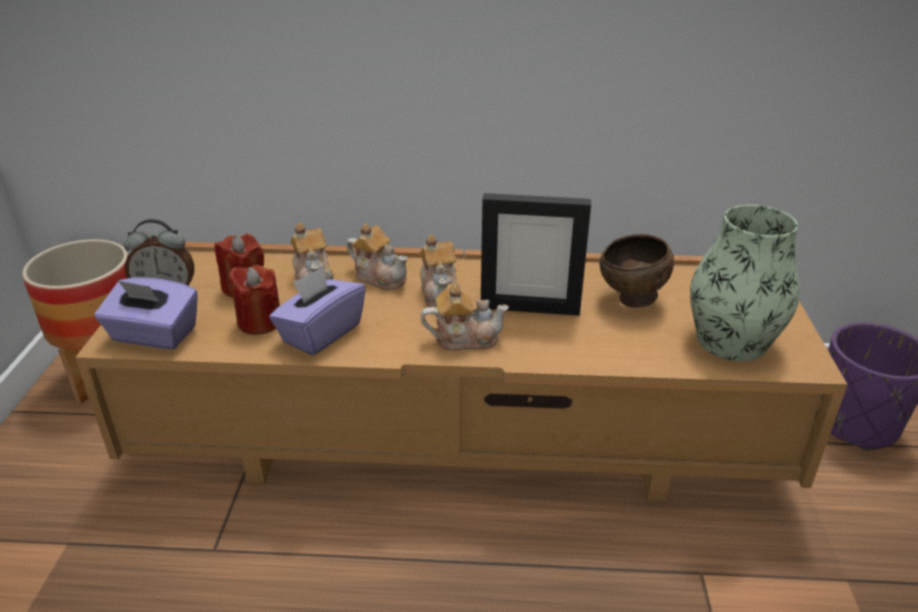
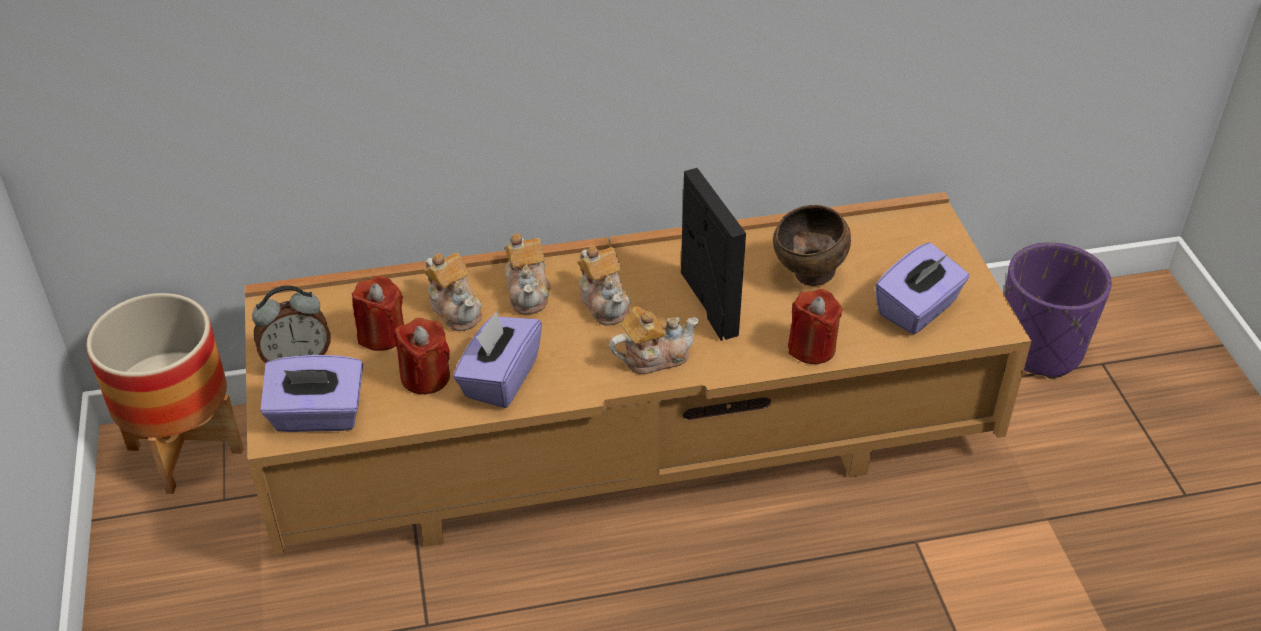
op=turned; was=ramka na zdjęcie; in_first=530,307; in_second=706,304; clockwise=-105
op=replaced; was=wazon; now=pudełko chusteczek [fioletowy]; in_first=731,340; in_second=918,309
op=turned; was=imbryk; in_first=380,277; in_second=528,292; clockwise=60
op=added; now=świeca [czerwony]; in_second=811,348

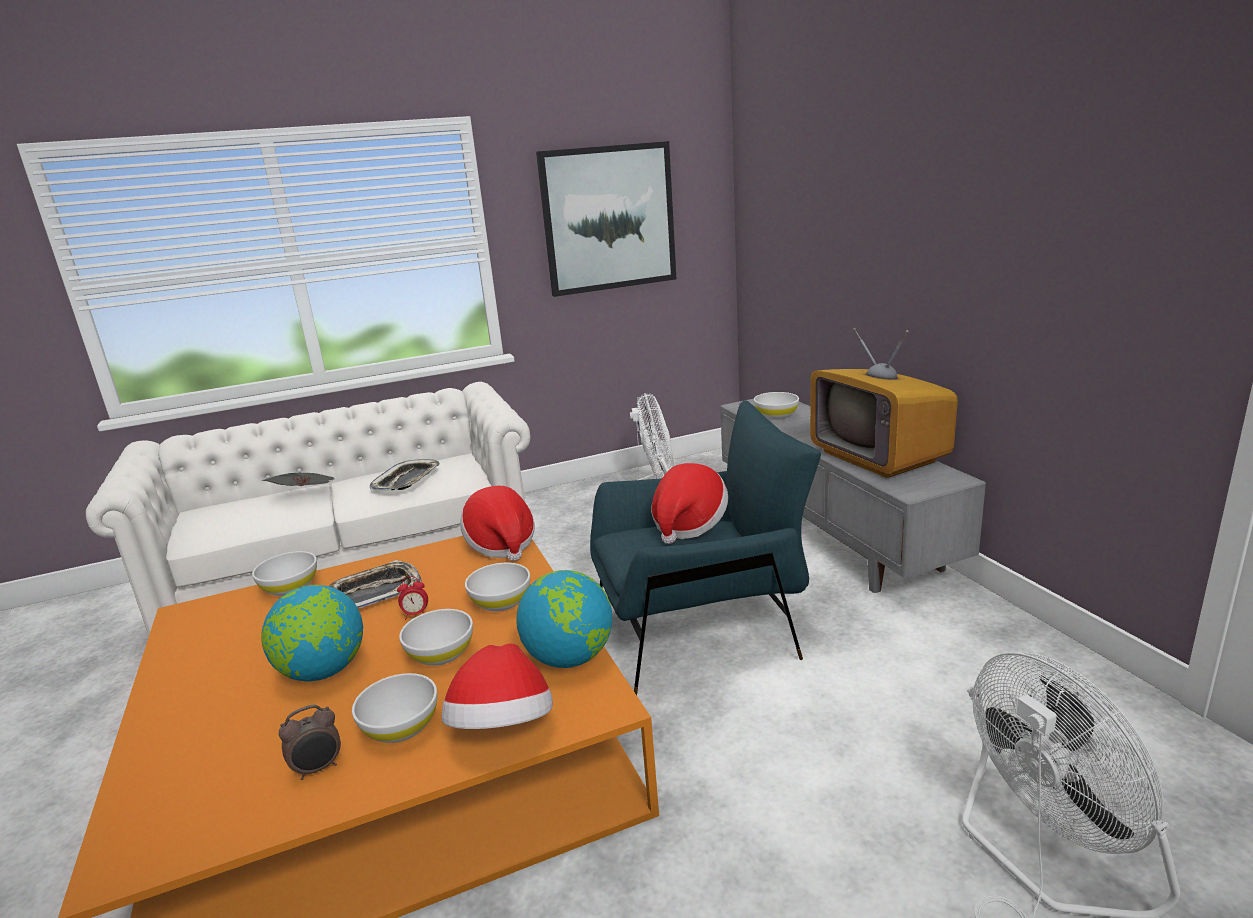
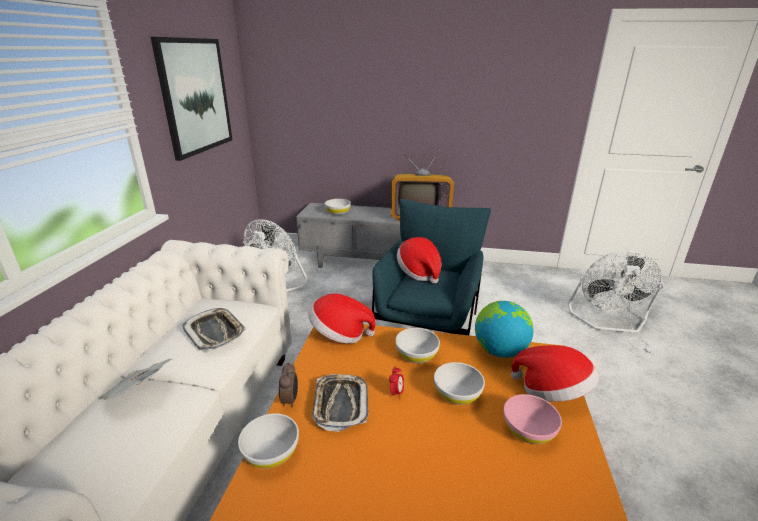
op=removed; was=globus; in_first=323,671
op=recoloured; was=miska [biały]; now=miska [różowy]; in_first=401,726; in_second=528,430
op=moved; was=budzik; in_first=318,769; in_second=290,400

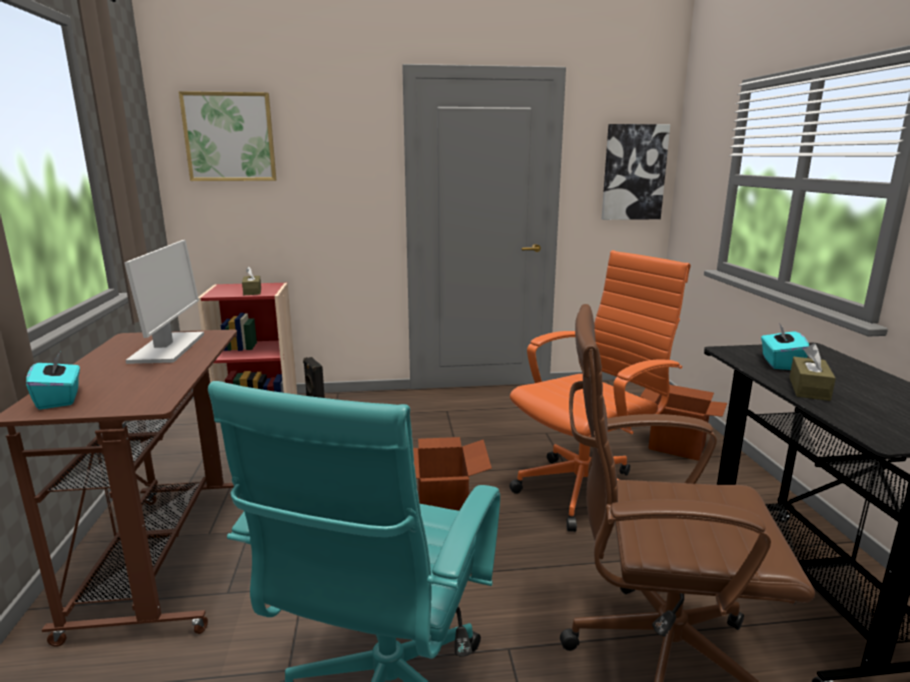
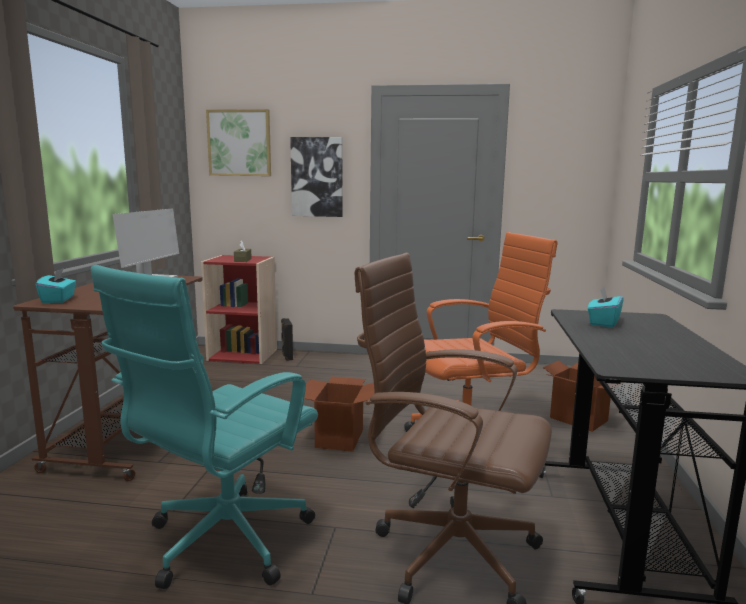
op=moved; was=obraz; in_first=633,172; in_second=317,177
op=removed; was=pudełko chusteczek [brązowy]; in_first=809,389

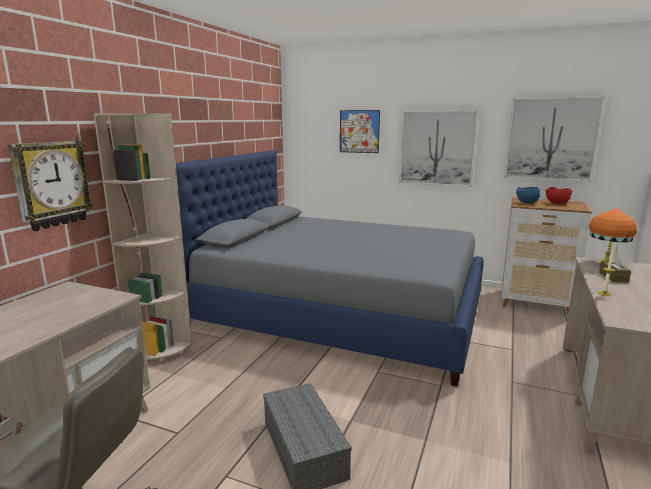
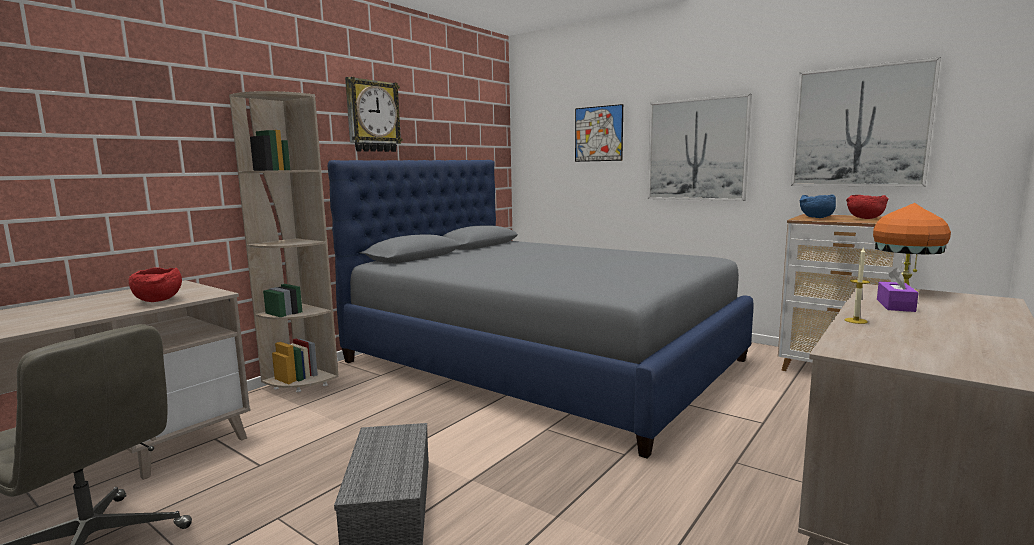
op=moved; was=zegar ścienny; in_first=51,184; in_second=372,116
op=recoloured; was=pudełko chusteczek [brązowy]; now=pudełko chusteczek [fioletowy]; in_first=613,277; in_second=895,305
op=added; now=miska [czerwony]; in_second=159,301

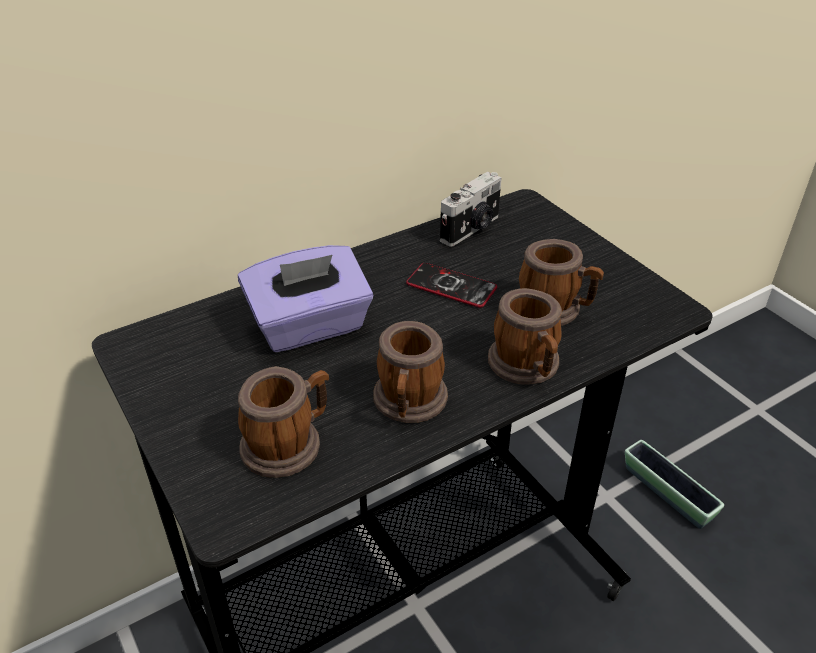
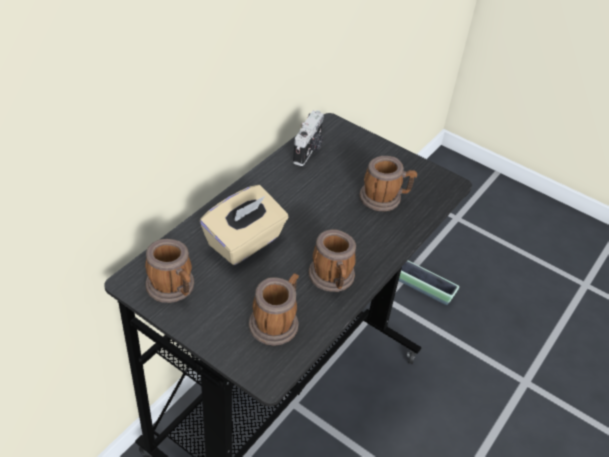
op=recoloured; was=pudełko chusteczek [fioletowy]; now=pudełko chusteczek [beżowy]; in_first=310,327; in_second=245,242
op=removed; was=telefon; in_first=451,286
op=moved; was=kubek; in_first=527,367; in_second=173,288

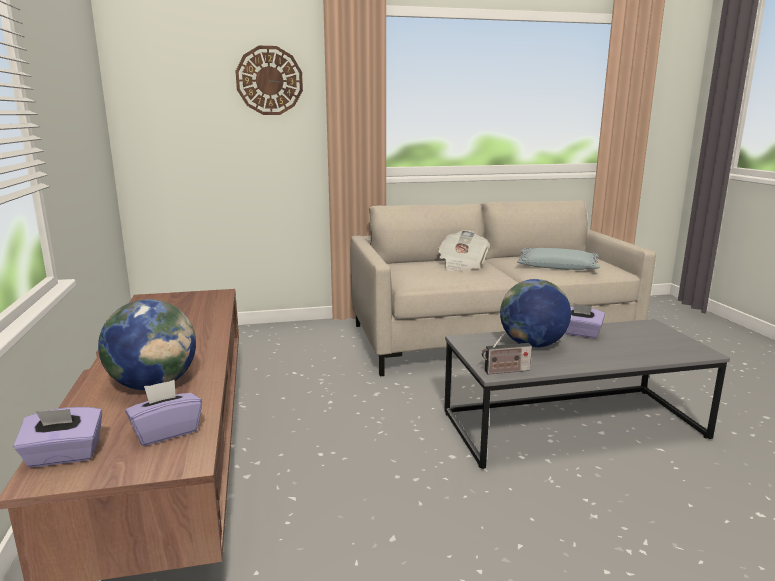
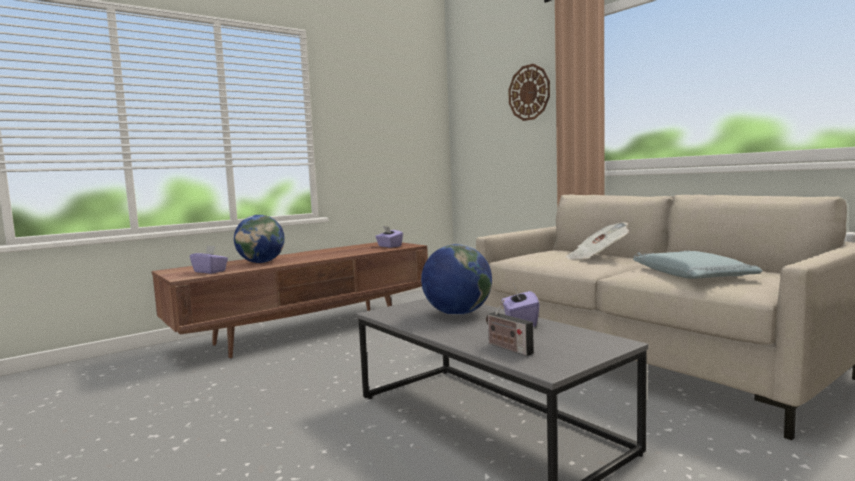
op=moved; was=radio; in_first=505,371; in_second=507,348
op=moved; was=pudełko chusteczek [fioletowy]; in_first=64,456; in_second=389,246

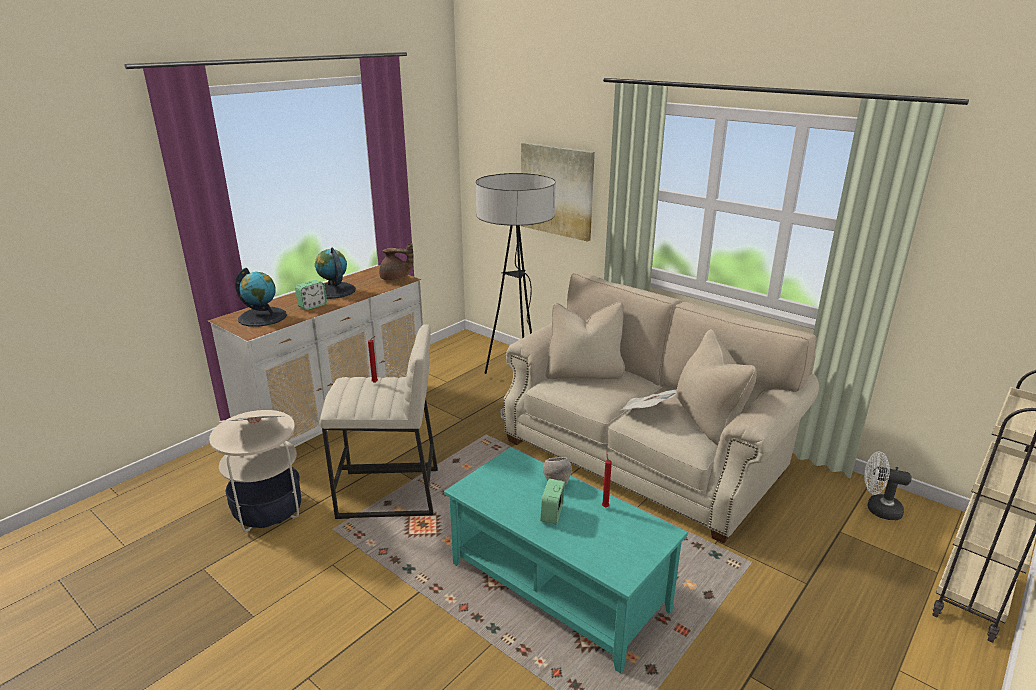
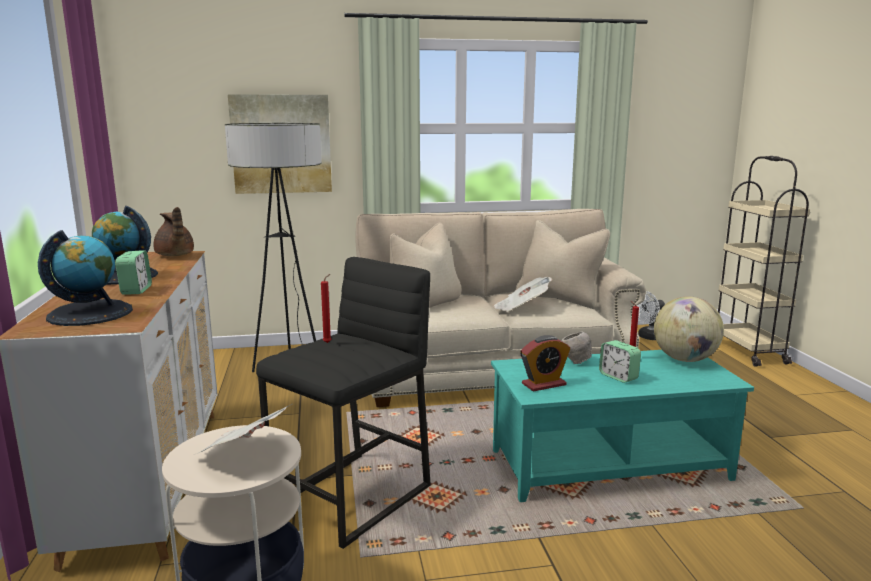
op=turned; was=imbryk [brązowy]; in_first=395,279; in_second=174,255; clockwise=105
op=recoloured; was=stołek [beżowy]; now=stołek [czarny]; in_first=389,493; in_second=352,496
op=added; now=globus; in_second=685,359
op=added; now=budzik; in_second=544,384

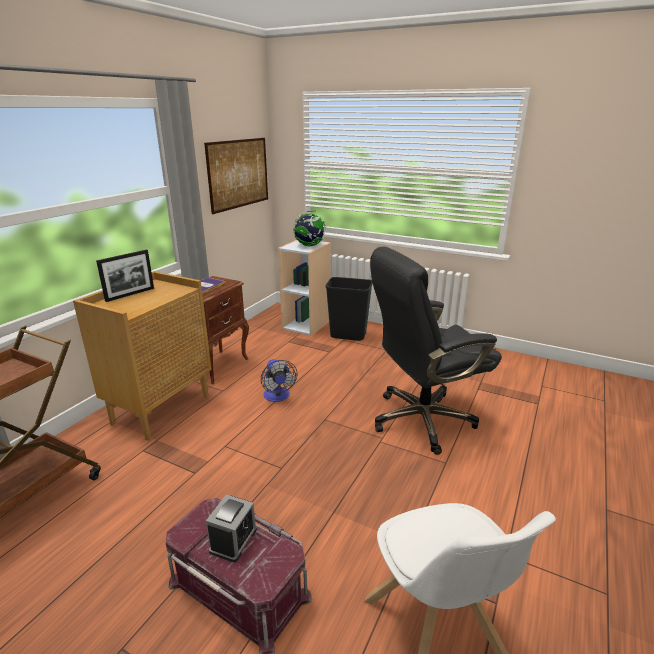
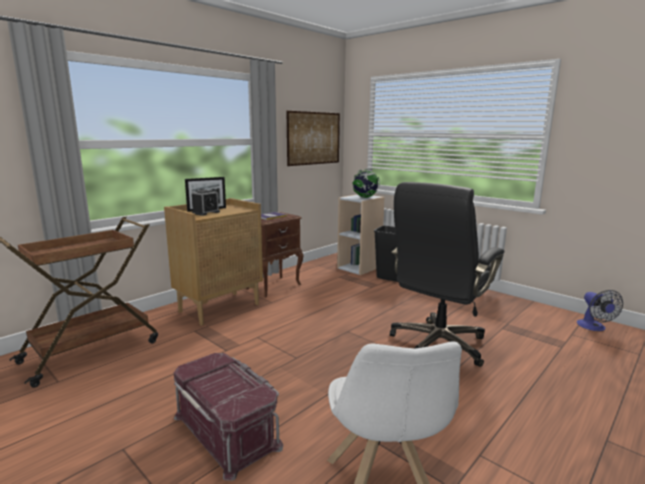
op=turned; was=krzesło biurowe [czarny]; in_first=424,419; in_second=439,343; clockwise=-45
op=moved; was=wentylator; in_first=278,397; in_second=594,327
op=moved; was=budzik; in_first=233,540; in_second=206,212

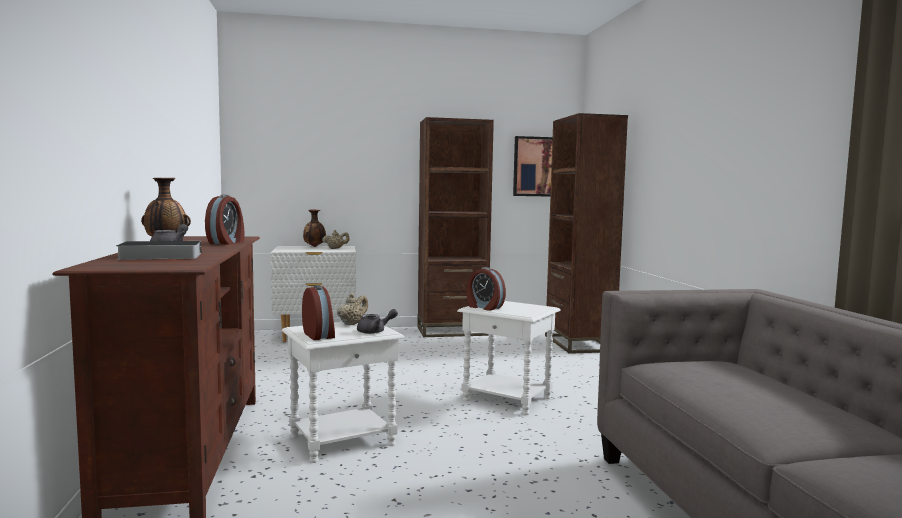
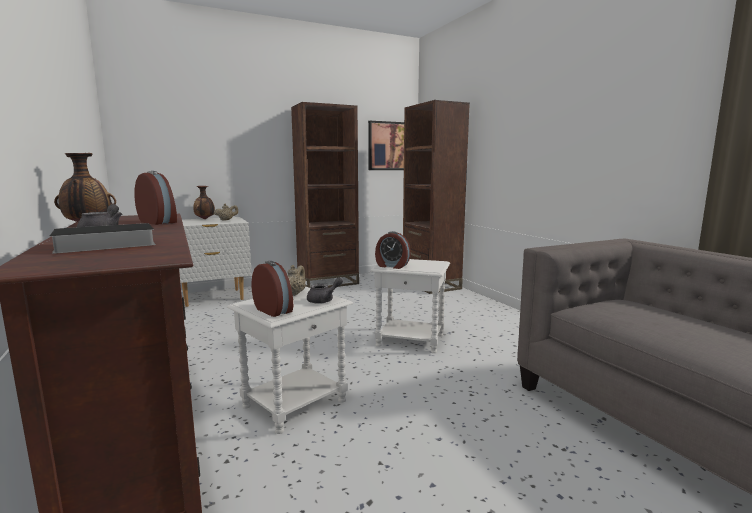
op=turned; was=budzik; in_first=227,242; in_second=158,222; clockwise=-45

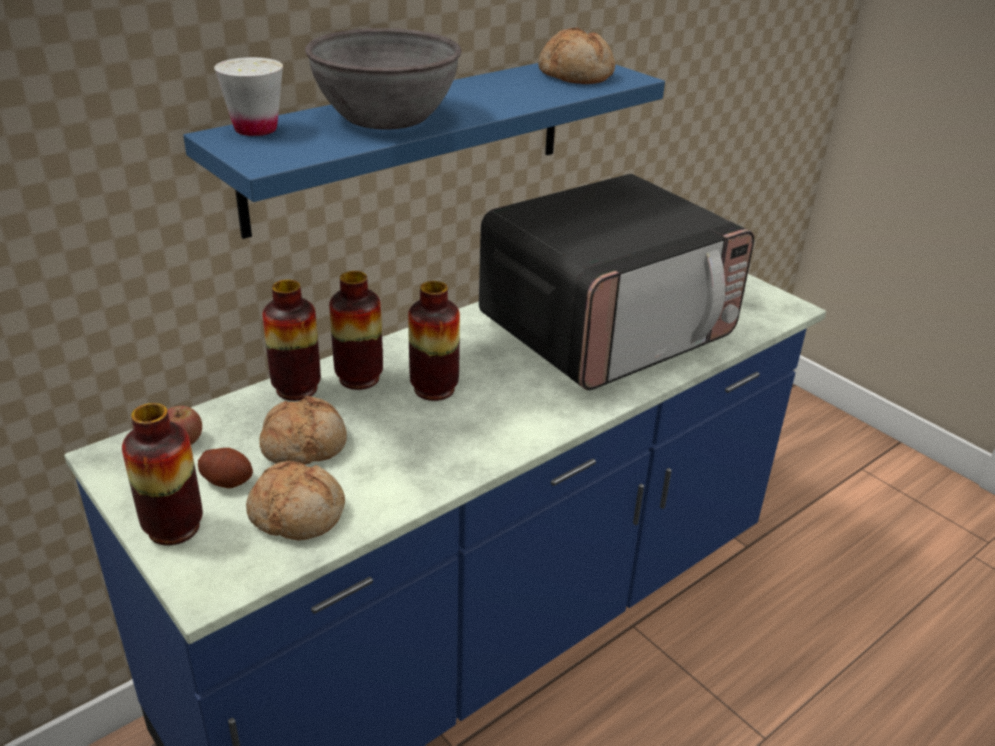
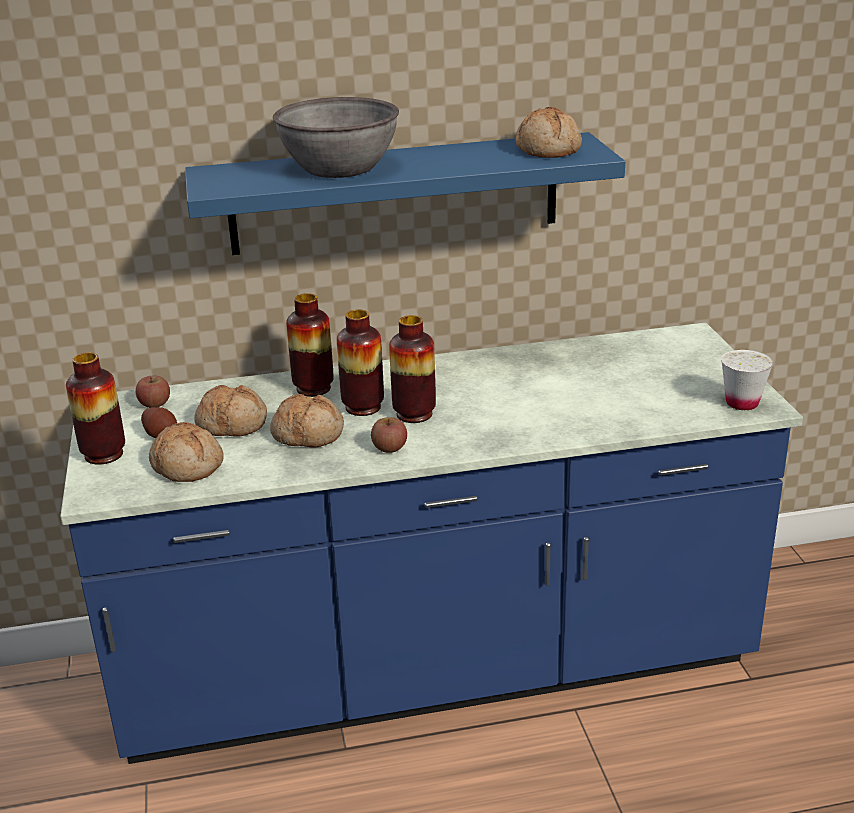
op=moved; was=filiżanka [biały]; in_first=256,129; in_second=742,403
op=removed; was=mikrofalówka; in_first=607,329
op=moved; was=wazon; in_first=296,389; in_second=414,414
op=added; now=chleb; in_second=309,434
op=added; now=jabłko; in_second=389,448

